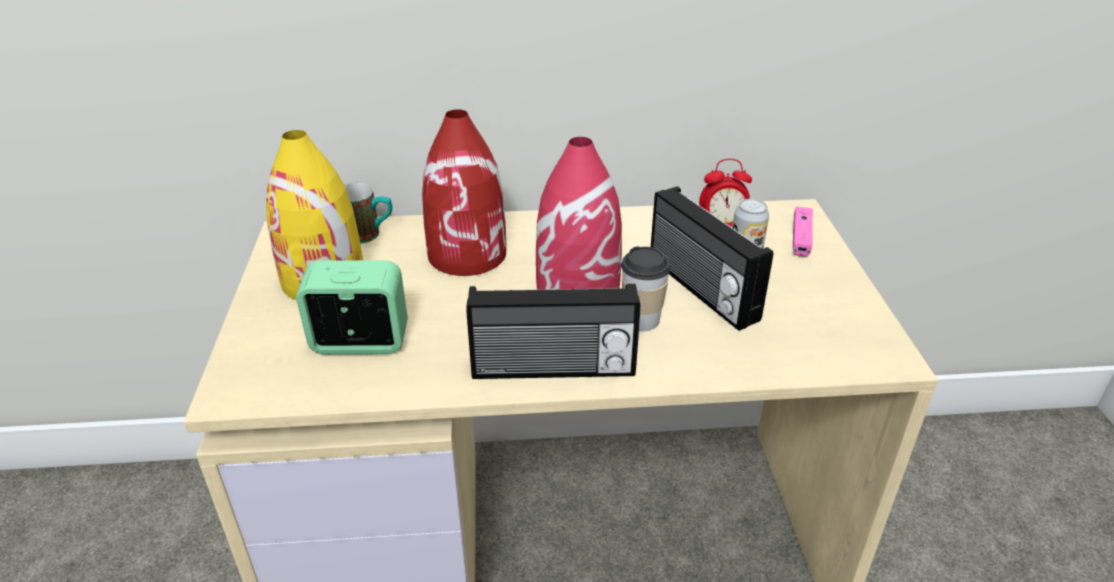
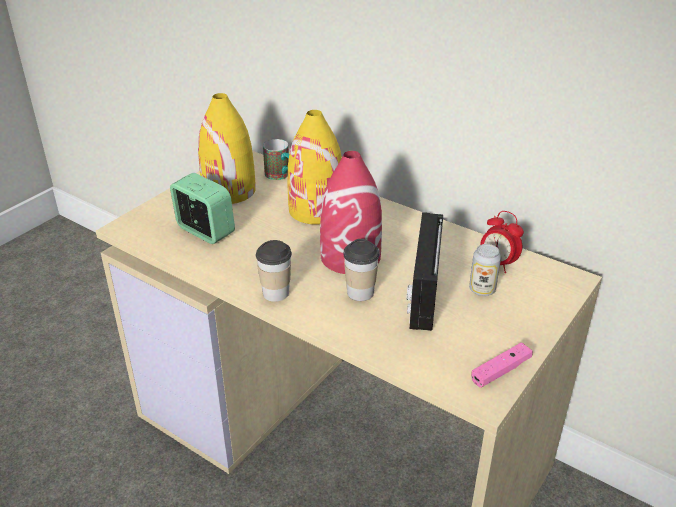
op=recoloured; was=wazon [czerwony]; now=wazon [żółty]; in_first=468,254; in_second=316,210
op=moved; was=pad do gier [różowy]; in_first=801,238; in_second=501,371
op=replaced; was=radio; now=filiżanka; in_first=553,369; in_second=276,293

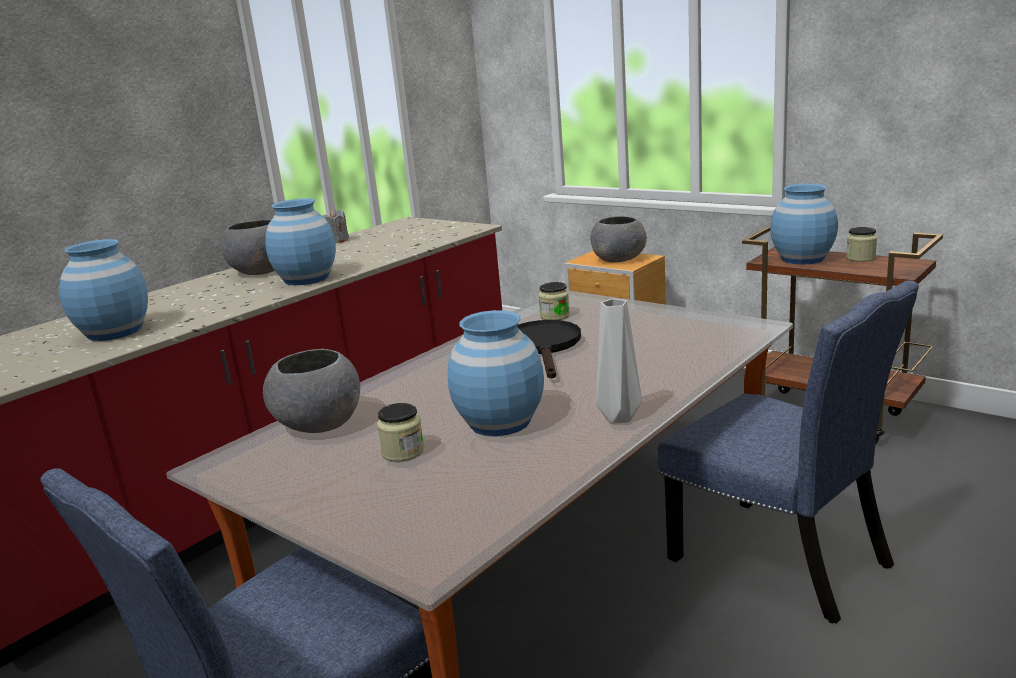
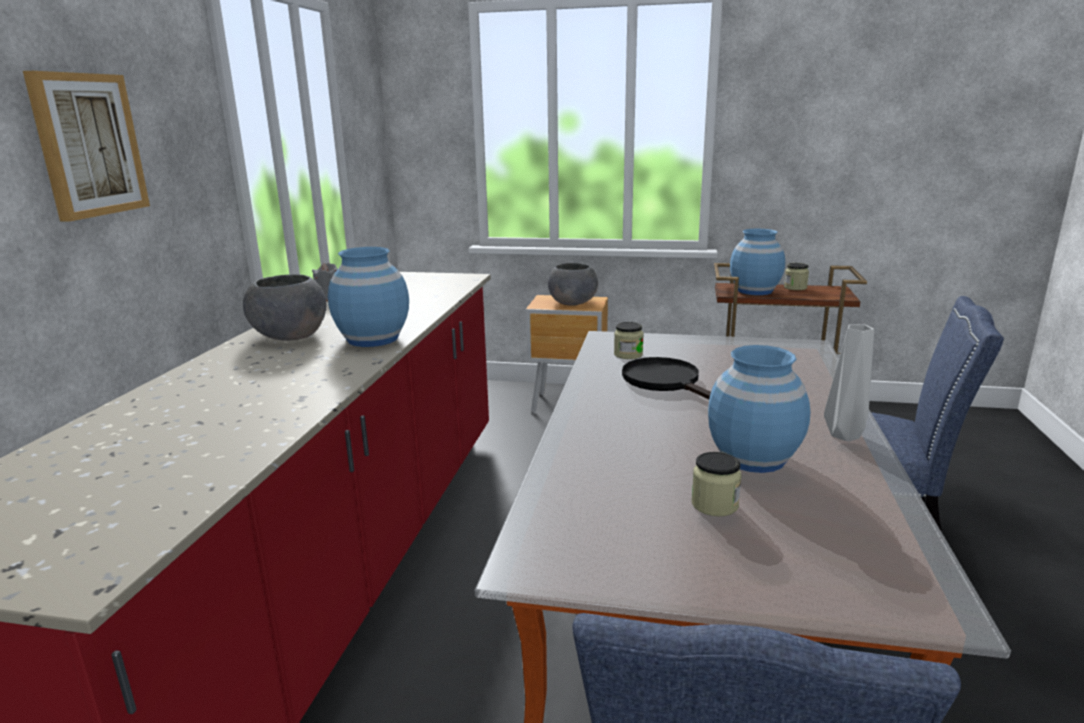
op=removed; was=wazon [niebieski]; in_first=115,332
op=removed; was=miska [szary]; in_first=318,423
op=added; now=obraz; in_second=88,145

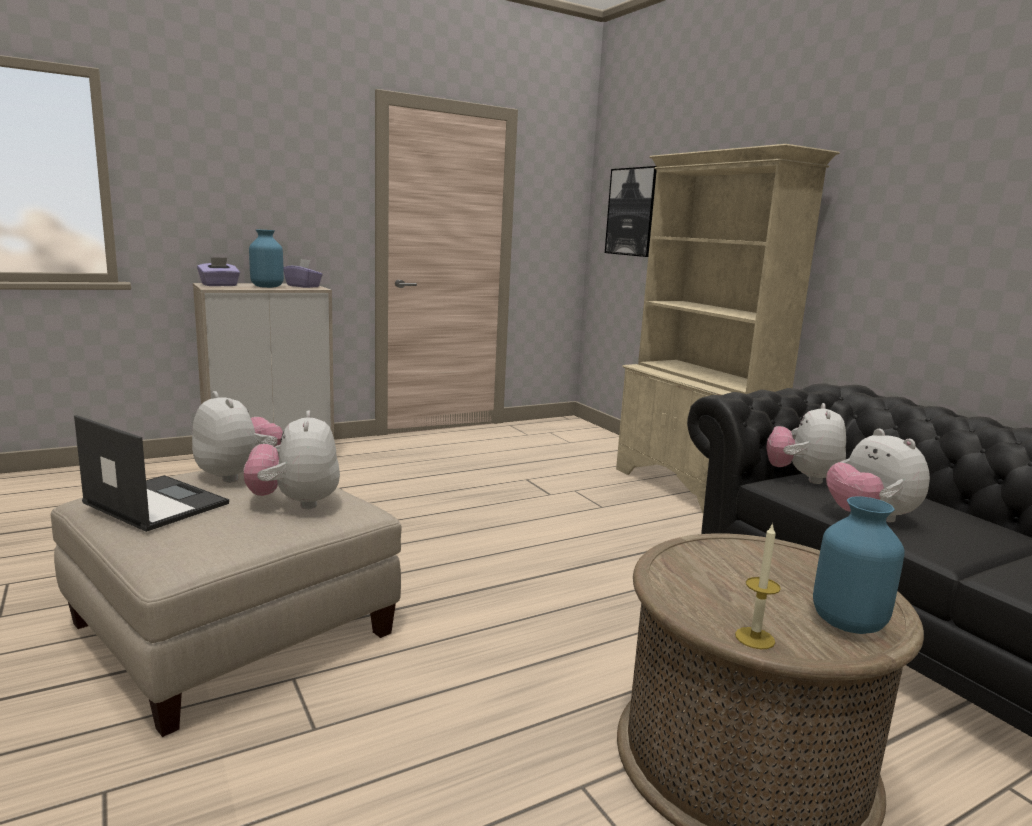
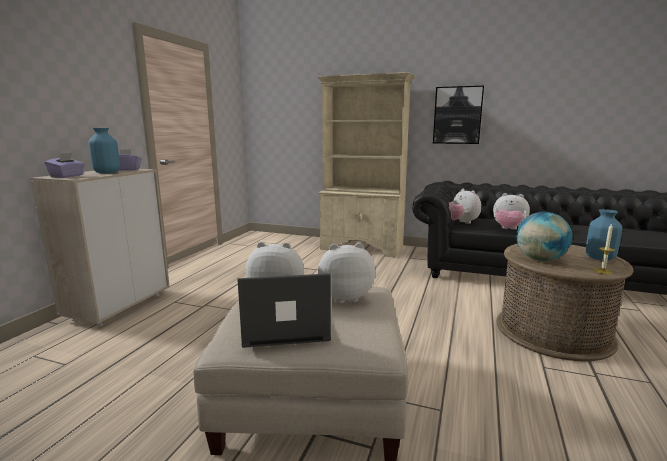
op=moved; was=obraz; in_first=633,212; in_second=457,115
op=turned; was=pluszak; in_first=295,503; in_second=344,297; clockwise=135
op=added; now=globus; in_second=540,259

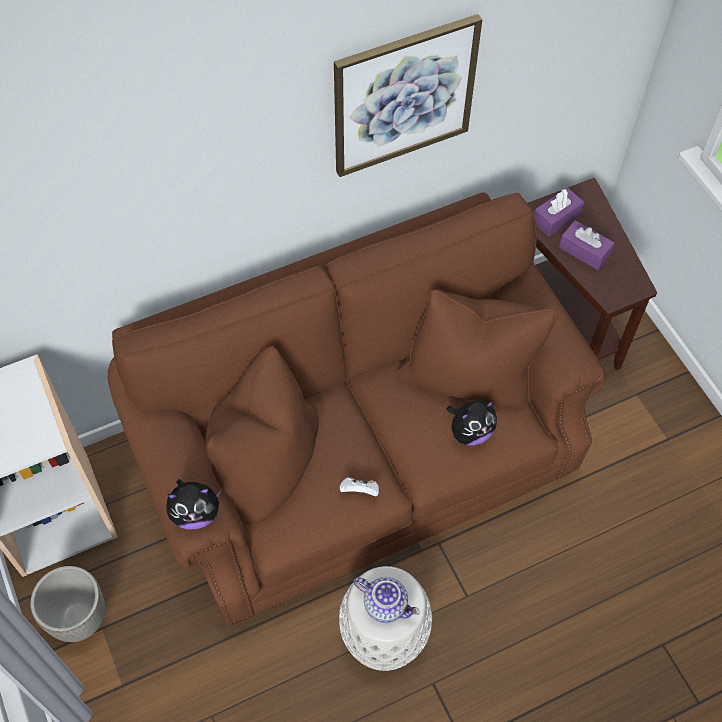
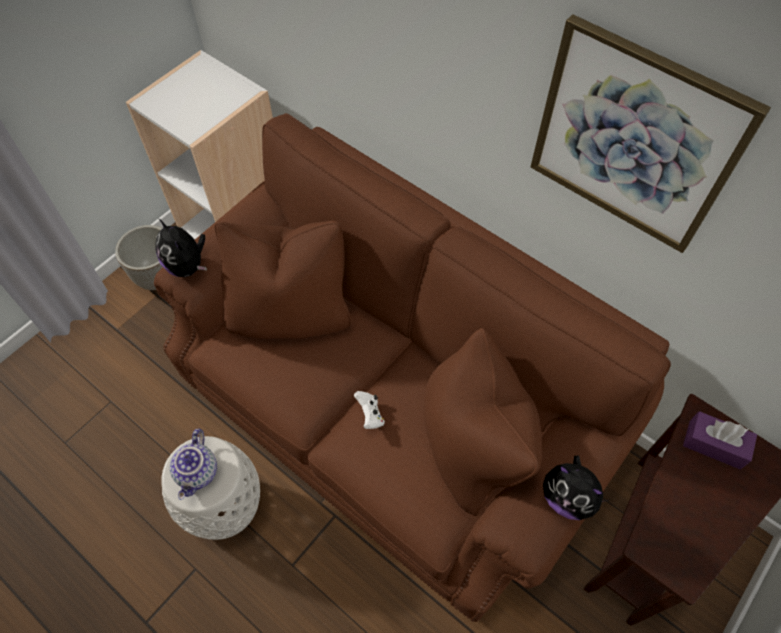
op=removed; was=pudełko chusteczek [fioletowy]; in_first=584,251
op=moved; was=pluszak; in_first=470,432; in_second=568,497
op=moved; was=pad do gier [biały]; in_first=359,491; in_second=370,415

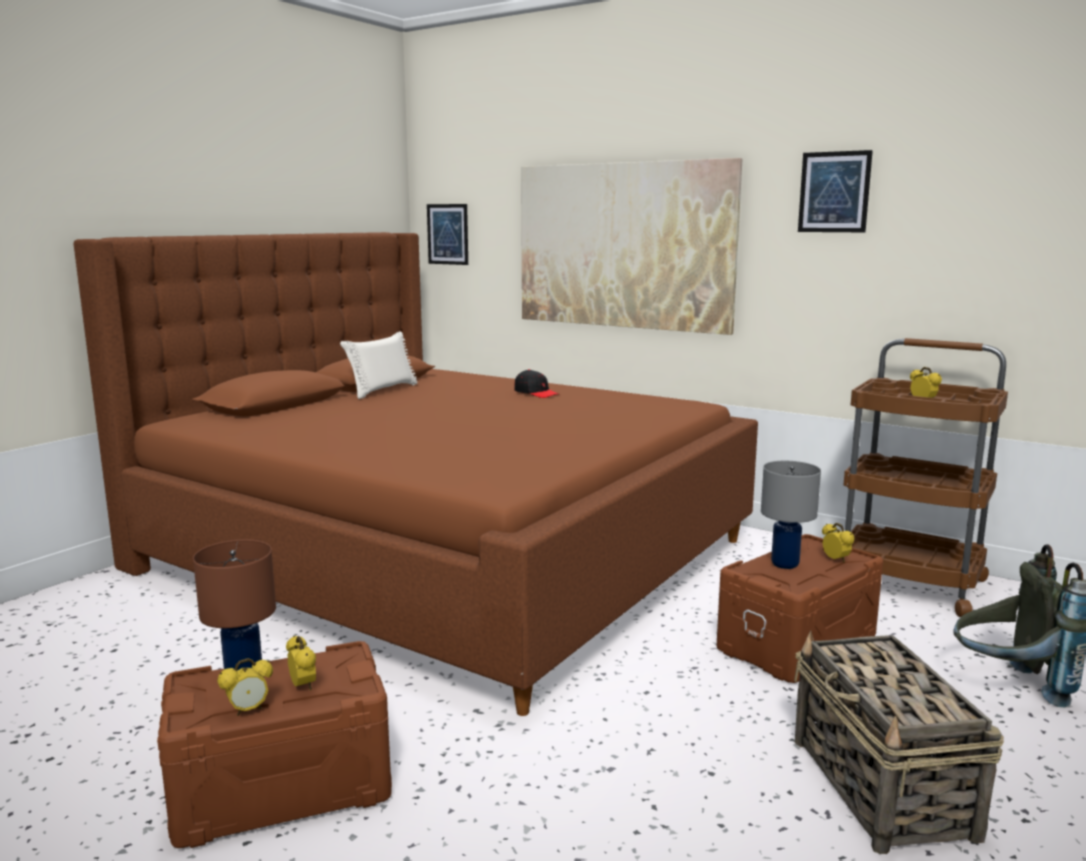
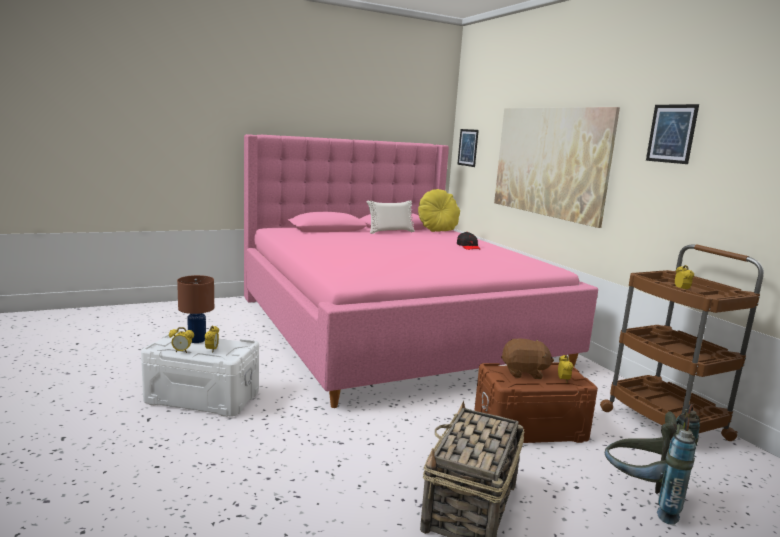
op=recoloured; was=łóżko [brązowy]; now=łóżko [różowy]; in_first=445,553; in_second=393,328
op=replaced; was=lampa stołowa [szary]; now=pluszak [brązowy]; in_first=783,564; in_second=524,372
op=recoloured; was=pojemnik do przechowywania [brązowy]; now=pojemnik do przechowywania [biały]; in_first=281,786; in_second=203,397
op=added; now=poduszka [żółty]; in_second=437,231

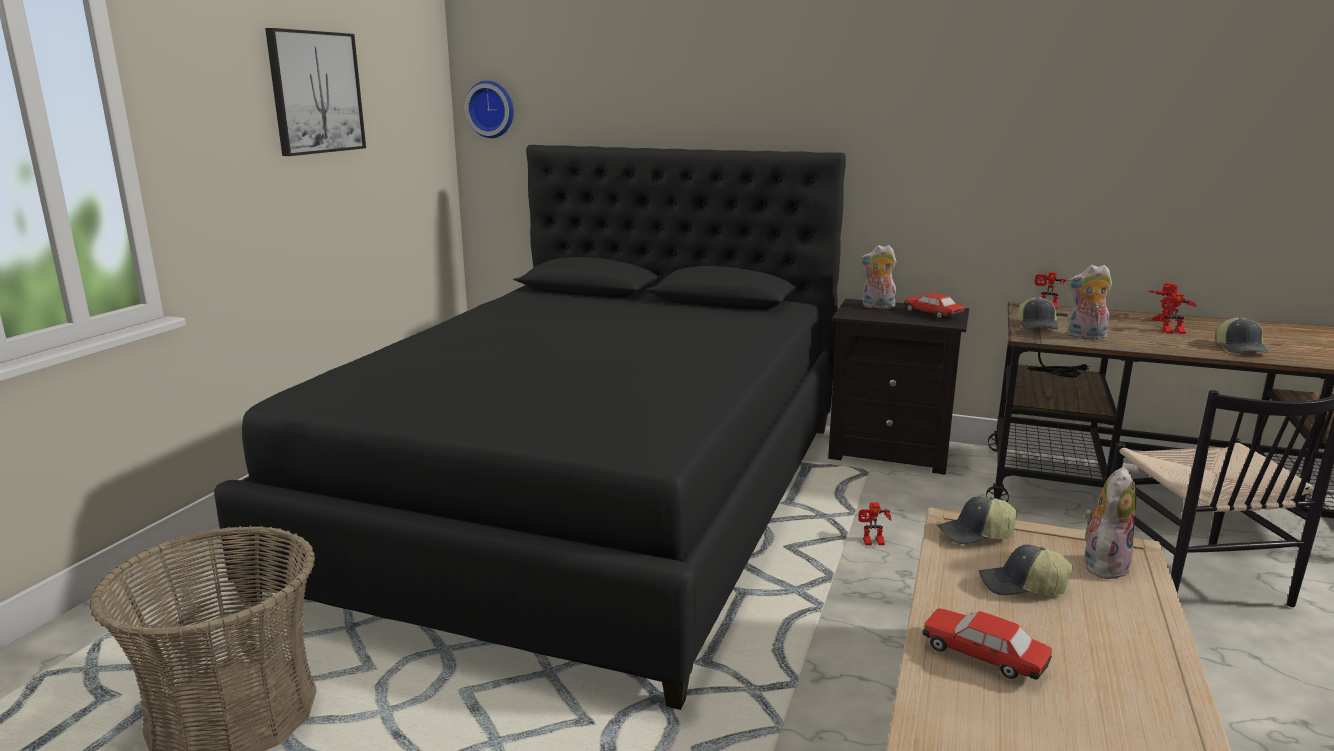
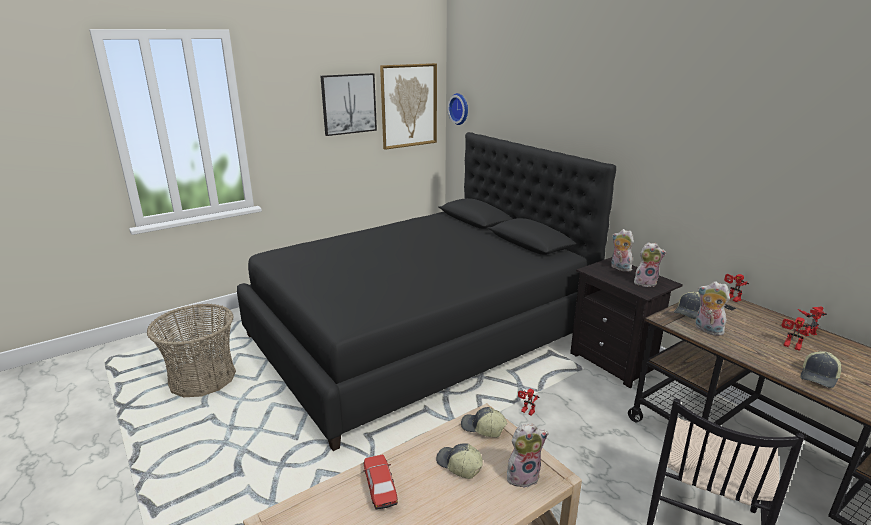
op=replaced; was=samochodzik; now=pluszak; in_first=932,314; in_second=645,282
op=added; now=obraz; in_second=409,106

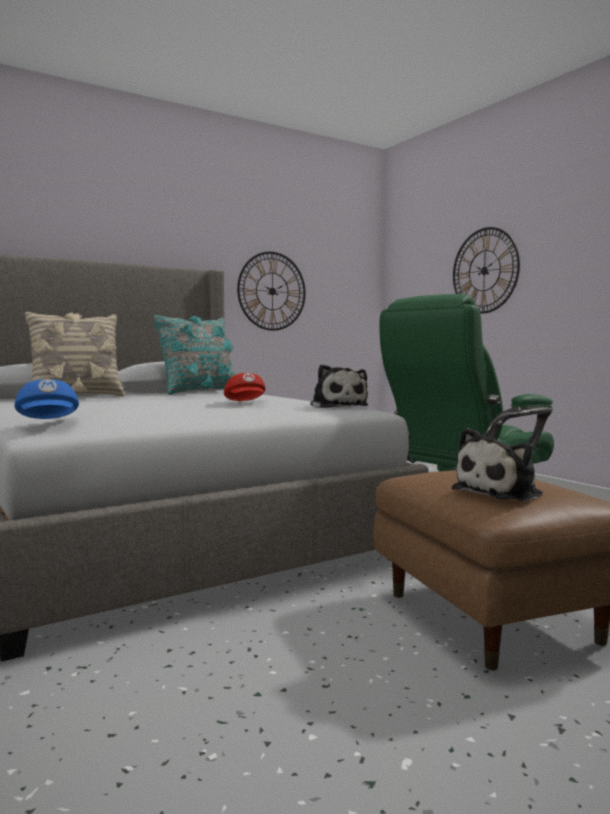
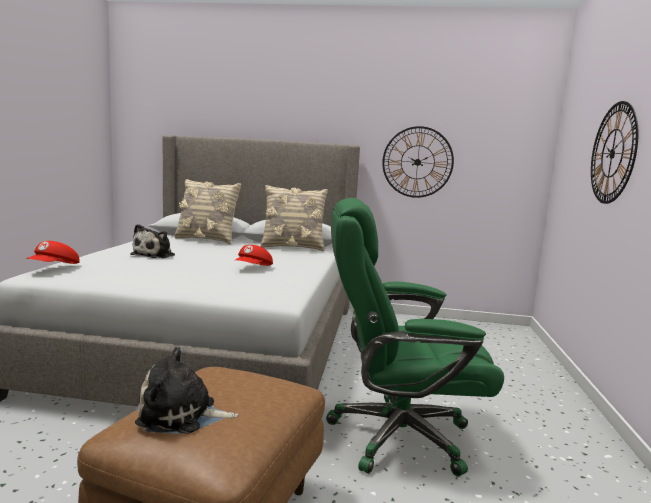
op=recoloured; was=poduszka [turkusowy]; now=poduszka [beżowy]; in_first=199,392; in_second=292,248
op=moved; was=pluszak; in_first=337,406; in_second=155,255
op=recoloured; was=czapka z daszkiem [niebieski]; now=czapka z daszkiem [czerwony]; in_first=49,422; in_second=54,267

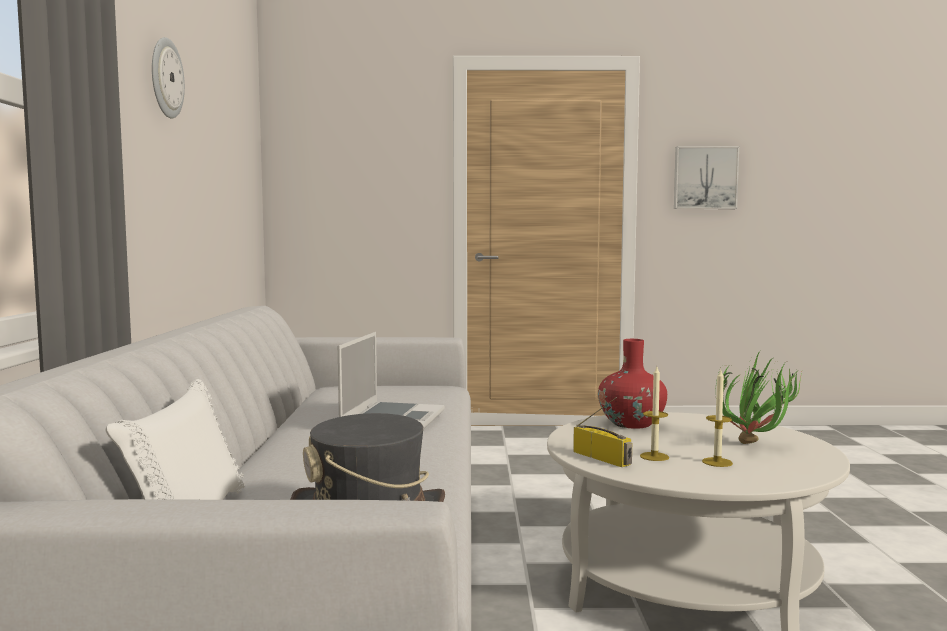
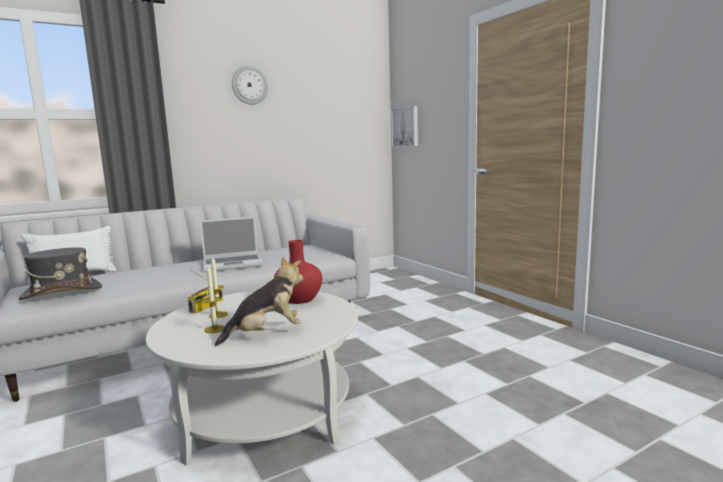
op=moved; was=obraz; in_first=705,178; in_second=406,127
op=replaced; was=roślina doniczkowa; now=pluszak; in_first=757,446; in_second=266,334

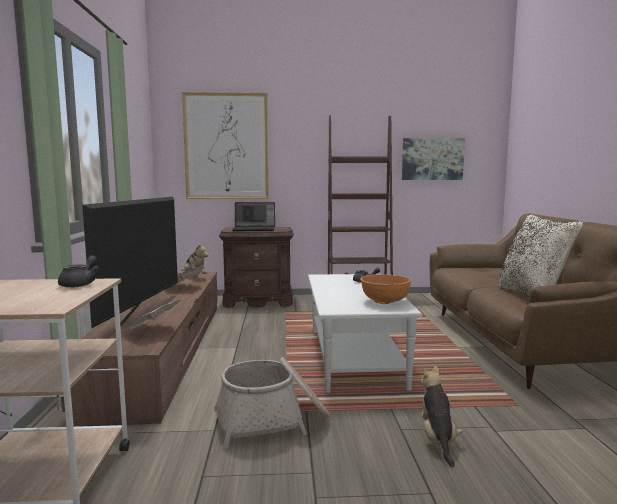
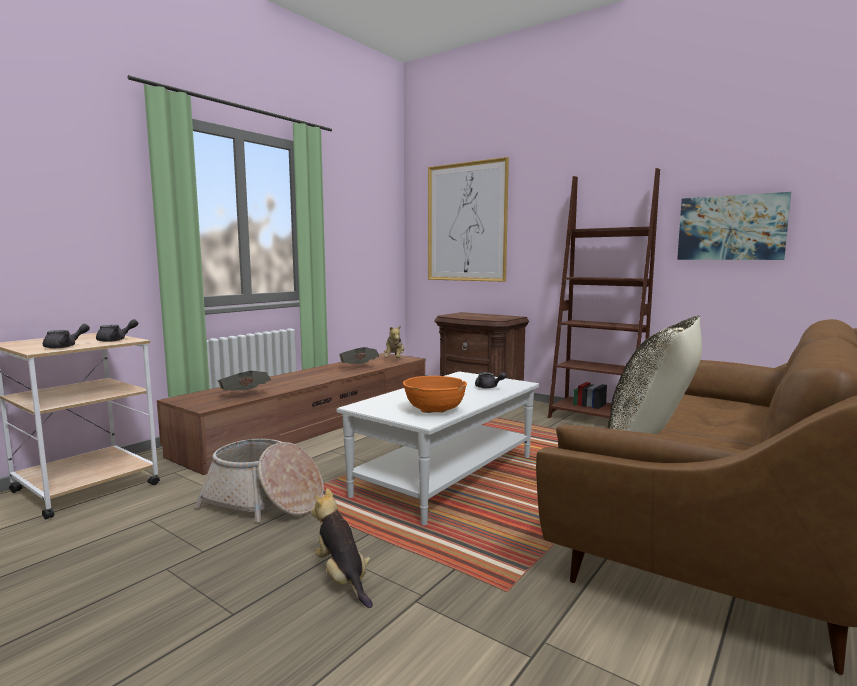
op=removed; was=telewizor; in_first=141,314
op=removed; was=laptop; in_first=255,229
op=turned; was=pluszak; in_first=437,439; in_second=342,578; clockwise=-75
op=added; now=imbryk [szary]; in_second=65,346

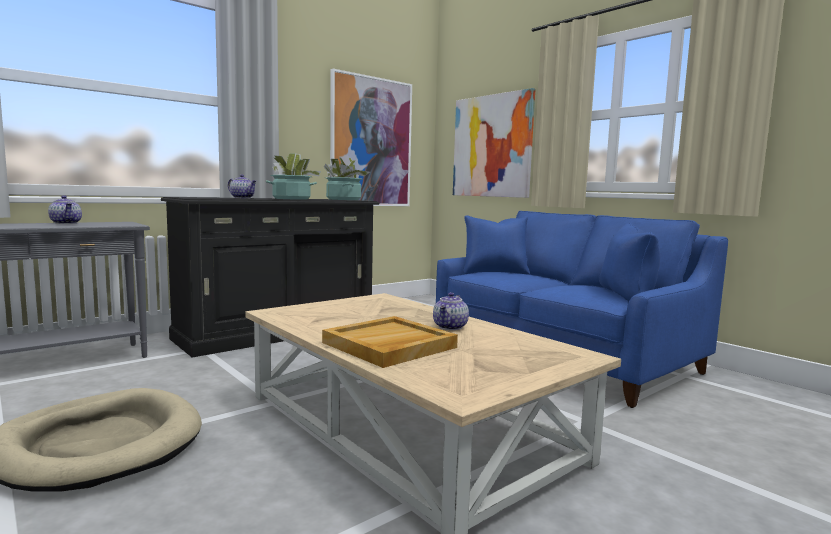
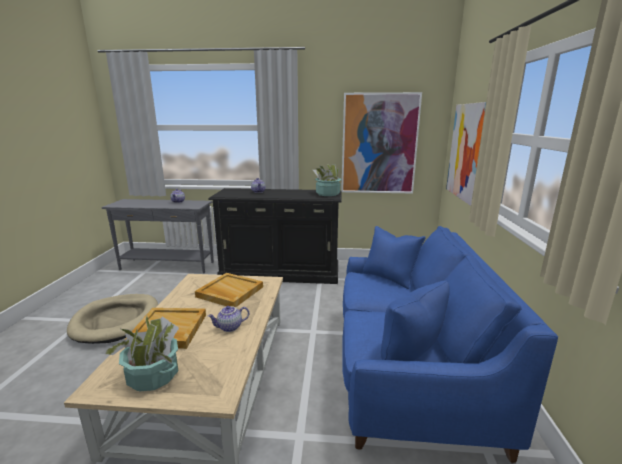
op=moved; was=roślina doniczkowa; in_first=291,199; in_second=153,376
op=added; now=taca [beżowy]; in_second=229,292

